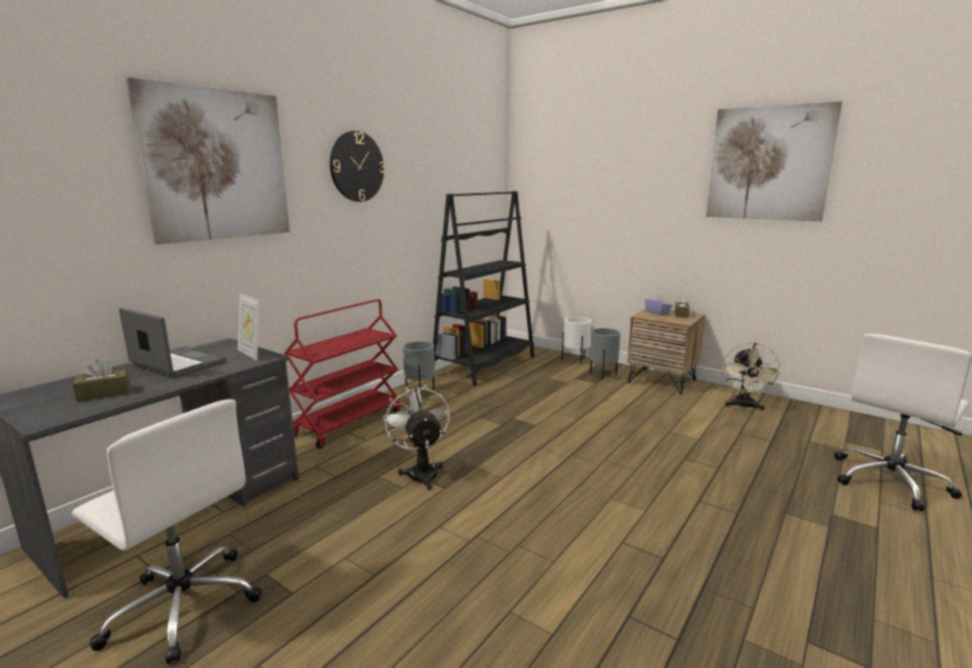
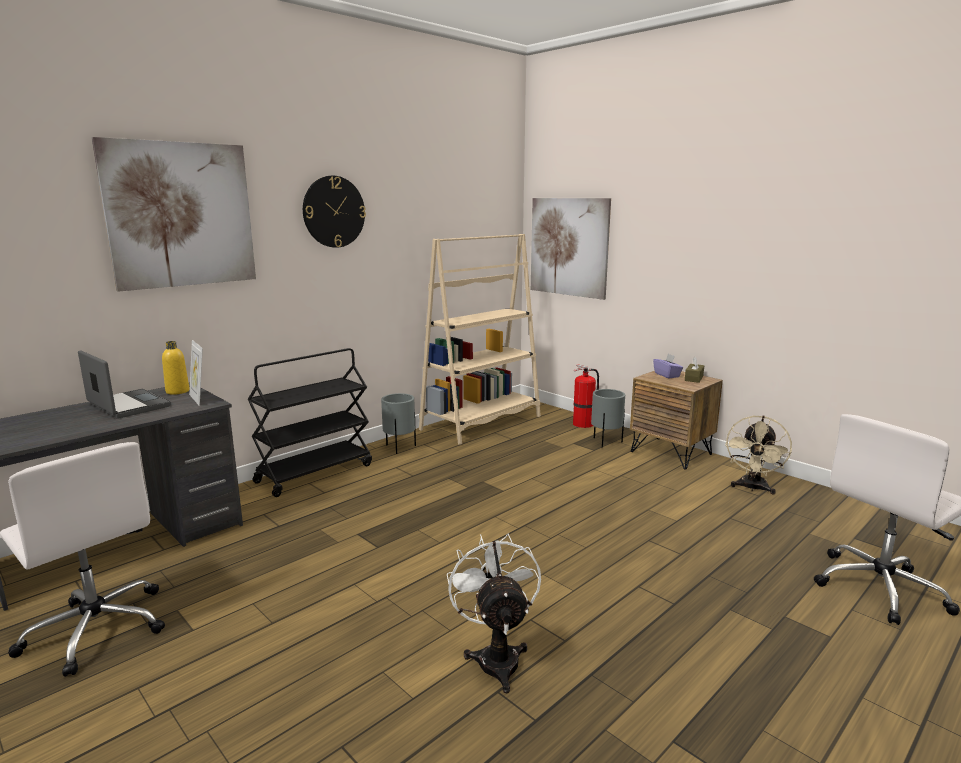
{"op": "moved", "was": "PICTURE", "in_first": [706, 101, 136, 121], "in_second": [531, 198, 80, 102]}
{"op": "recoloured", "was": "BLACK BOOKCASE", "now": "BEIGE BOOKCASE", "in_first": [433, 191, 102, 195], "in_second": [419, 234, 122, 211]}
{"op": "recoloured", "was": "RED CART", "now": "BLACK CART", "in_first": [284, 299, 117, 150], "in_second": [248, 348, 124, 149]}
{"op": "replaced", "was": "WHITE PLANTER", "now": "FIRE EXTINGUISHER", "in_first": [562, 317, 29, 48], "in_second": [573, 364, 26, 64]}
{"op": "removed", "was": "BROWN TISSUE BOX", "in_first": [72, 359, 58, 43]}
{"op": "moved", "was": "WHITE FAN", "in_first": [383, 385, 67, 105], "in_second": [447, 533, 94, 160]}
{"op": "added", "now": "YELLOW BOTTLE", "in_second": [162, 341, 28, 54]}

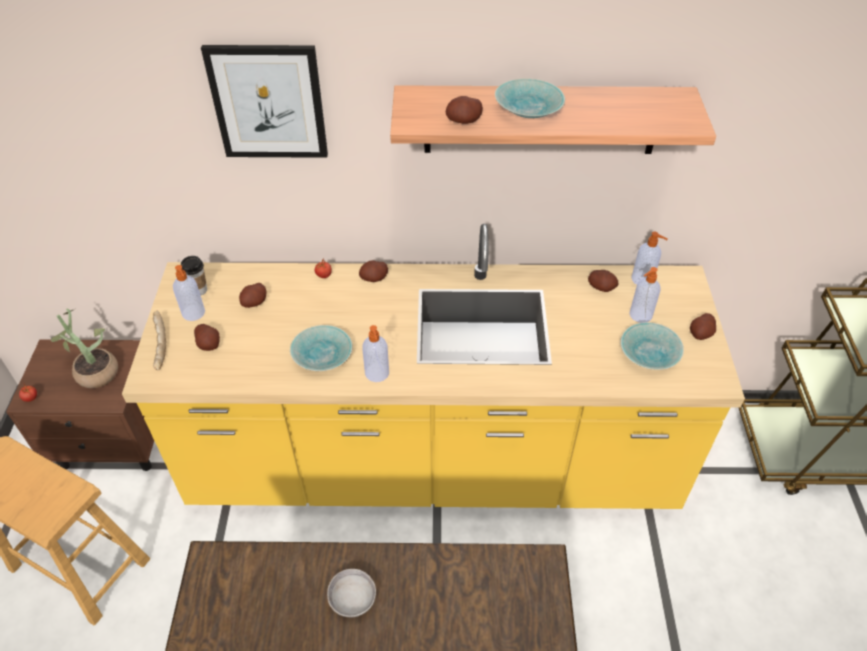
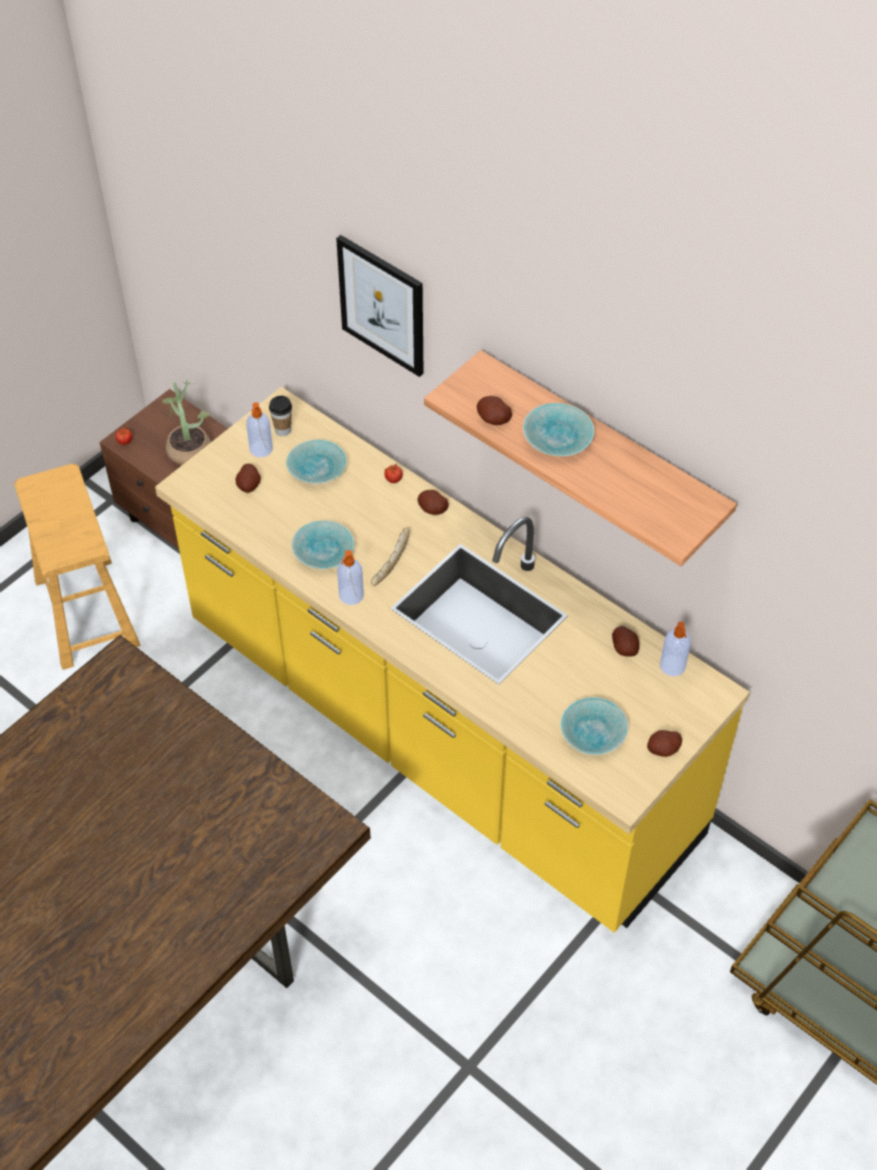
{"op": "removed", "was": "SOAP DISPENSER", "in_first": [629, 267, 31, 56]}
{"op": "replaced", "was": "POTATO", "now": "TURQUOISE BOWL", "in_first": [239, 283, 28, 25], "in_second": [286, 439, 61, 45]}
{"op": "moved", "was": "BREAD", "in_first": [153, 311, 13, 59], "in_second": [371, 528, 38, 58]}
{"op": "removed", "was": "GREY BOWL", "in_first": [327, 569, 49, 48]}

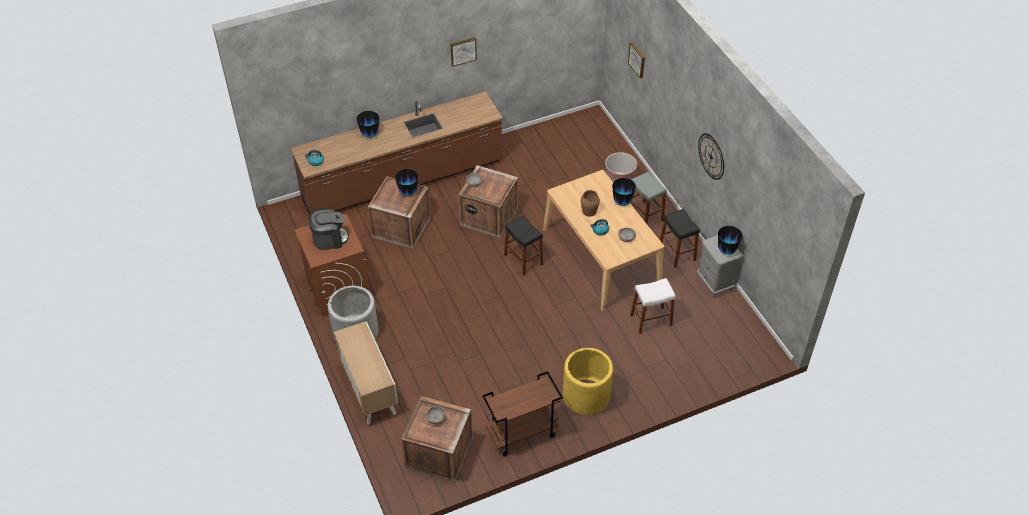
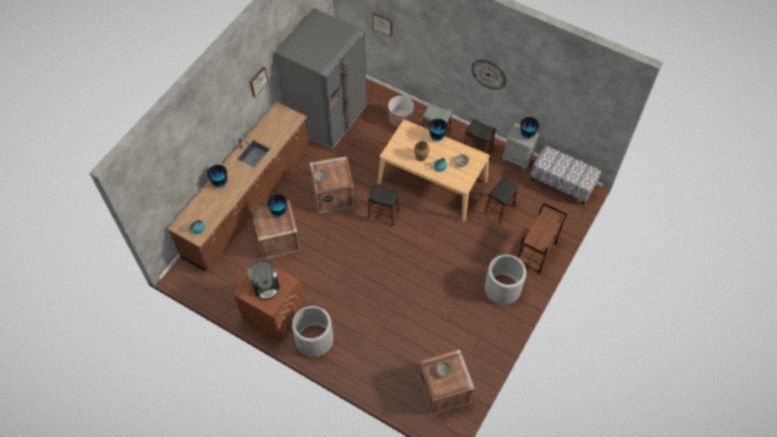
{"op": "turned", "was": "COFFEE MACHINE", "in_first": [308, 208, 41, 42], "in_second": [247, 260, 33, 40], "clockwise": 120}
{"op": "recoloured", "was": "WHITE STOOL", "now": "BLACK STOOL", "in_first": [630, 278, 46, 56], "in_second": [484, 177, 35, 47]}
{"op": "removed", "was": "CABINET", "in_first": [334, 321, 64, 103]}
{"op": "recoloured", "was": "YELLOW PLANTER", "now": "GREY PLANTER", "in_first": [563, 348, 50, 67], "in_second": [485, 254, 41, 51]}
{"op": "moved", "was": "BROWN CART", "in_first": [482, 371, 81, 85], "in_second": [518, 203, 49, 70]}
{"op": "added", "now": "GREY FRIDGE", "in_second": [274, 8, 93, 142]}
{"op": "added", "now": "BENCH", "in_second": [531, 146, 70, 59]}

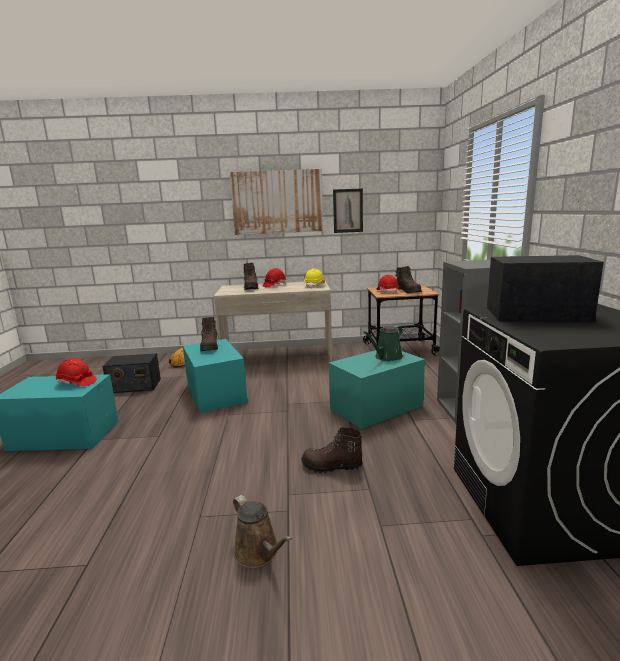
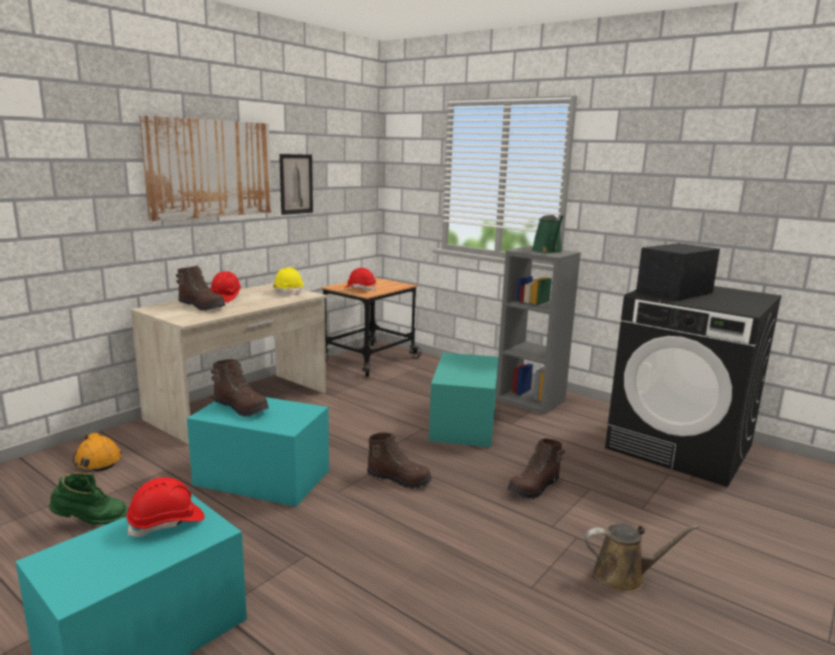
{"op": "moved", "was": "BROWN BOOT", "in_first": [396, 266, 26, 28], "in_second": [367, 433, 65, 56]}
{"op": "moved", "was": "GREEN WATERING CAN", "in_first": [363, 326, 40, 35], "in_second": [532, 215, 32, 38]}
{"op": "replaced", "was": "RADIO", "now": "GREEN BOOT", "in_first": [102, 353, 59, 40], "in_second": [49, 472, 79, 53]}

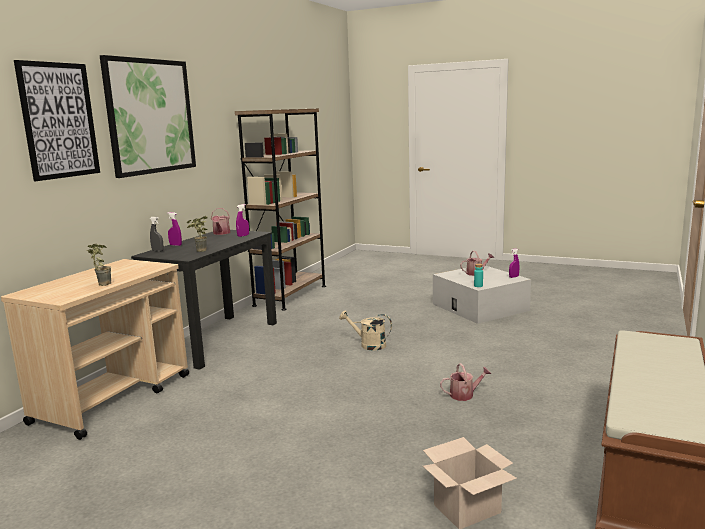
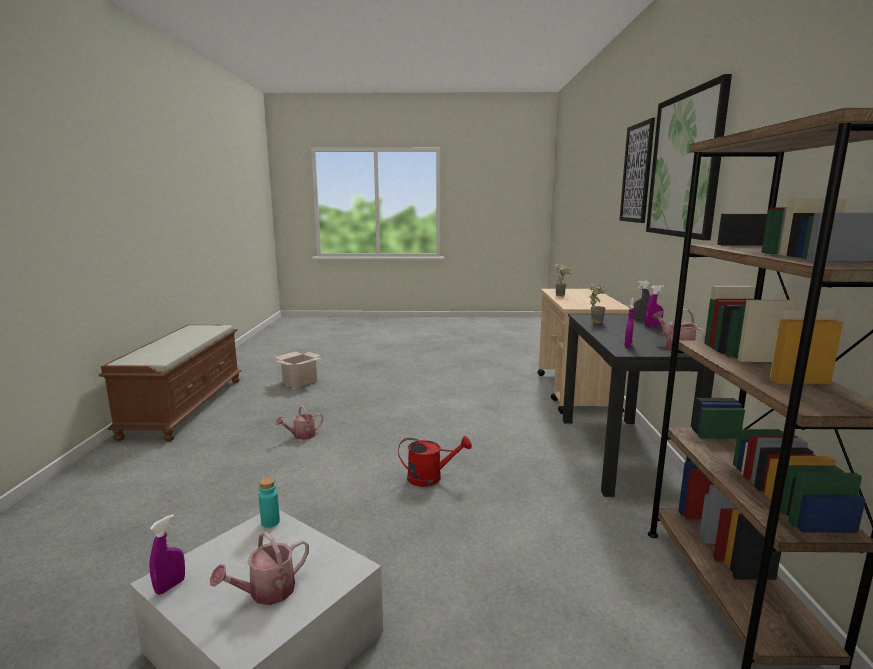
{"op": "recoloured", "was": "BEIGE WATERING CAN", "now": "RED WATERING CAN", "in_first": [339, 310, 53, 40], "in_second": [398, 436, 74, 51]}

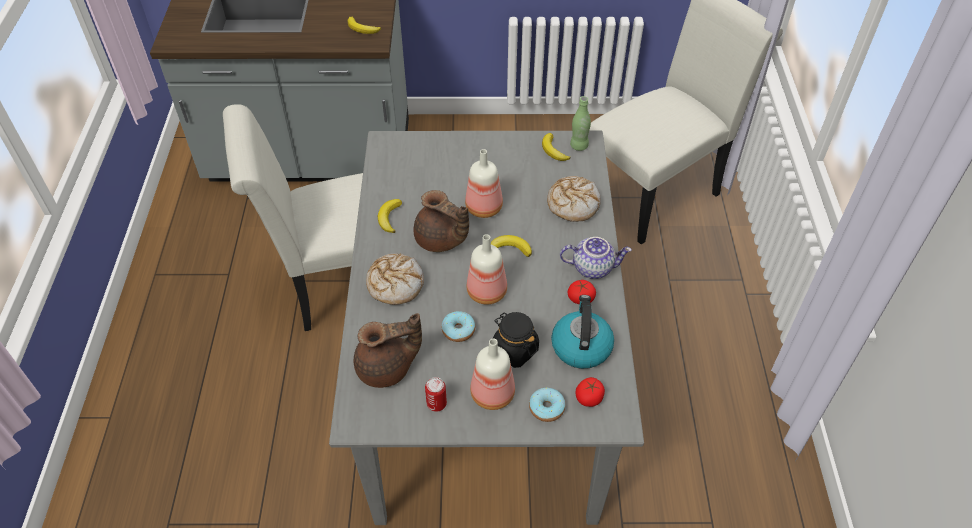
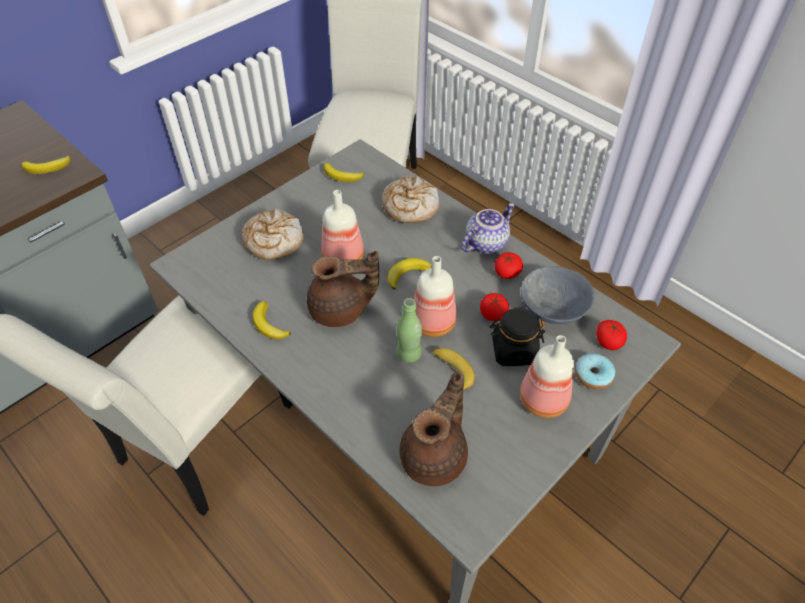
{"op": "moved", "was": "GREEN BOTTLE", "in_first": [570, 96, 21, 55], "in_second": [397, 298, 25, 64]}
{"op": "moved", "was": "BREAD", "in_first": [366, 253, 58, 52], "in_second": [242, 208, 62, 52]}
{"op": "replaced", "was": "KETTLE", "now": "GREY BOWL", "in_first": [551, 295, 63, 74], "in_second": [521, 266, 74, 58]}
{"op": "replaced", "was": "DONUT", "now": "BANANA", "in_first": [442, 311, 33, 31], "in_second": [433, 348, 42, 43]}
{"op": "removed", "was": "CAN", "in_first": [425, 377, 22, 35]}
{"op": "added", "now": "TOMATO", "in_second": [480, 293, 29, 28]}

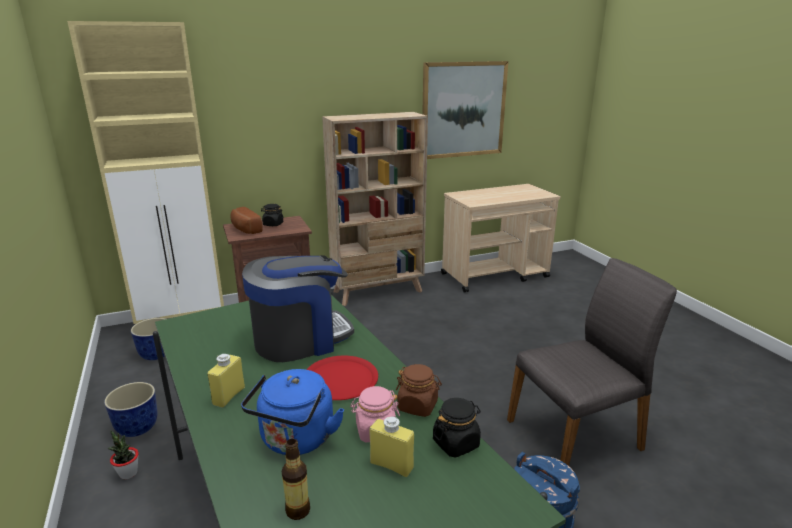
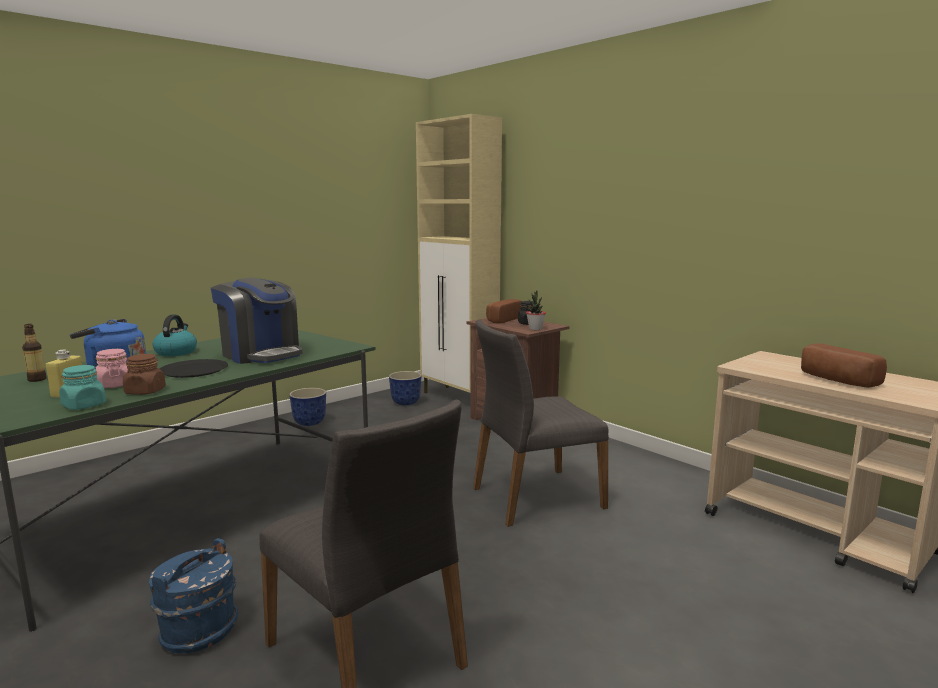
{"op": "removed", "was": "PICTURE", "in_first": [422, 61, 87, 98]}
{"op": "removed", "was": "BEIGE BOOKCASE", "in_first": [322, 112, 106, 194]}
{"op": "replaced", "was": "YELLOW BOTTLE", "now": "KETTLE", "in_first": [207, 354, 38, 54], "in_second": [152, 315, 45, 41]}
{"op": "recoloured", "was": "RED PLATE", "now": "BLACK PLATE", "in_first": [307, 356, 71, 44], "in_second": [160, 359, 68, 19]}
{"op": "recoloured", "was": "BLACK JAR", "now": "TURQUOISE JAR", "in_first": [433, 398, 48, 60], "in_second": [59, 365, 47, 45]}
{"op": "moved", "was": "POTTED PLANT", "in_first": [107, 430, 32, 50], "in_second": [526, 290, 20, 40]}
{"op": "added", "now": "GREY CHAIR", "in_second": [473, 320, 136, 207]}
{"op": "added", "now": "BREAD", "in_second": [801, 343, 86, 45]}

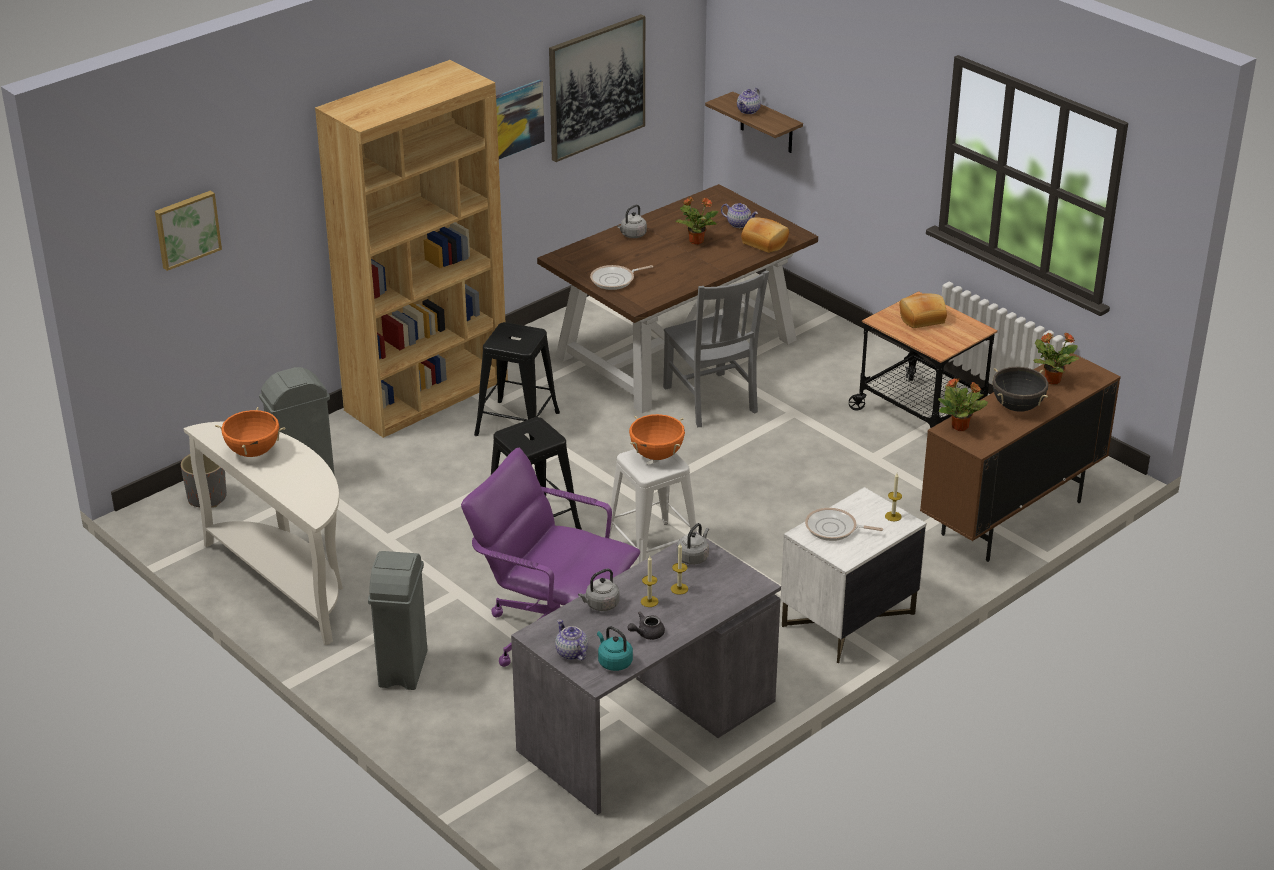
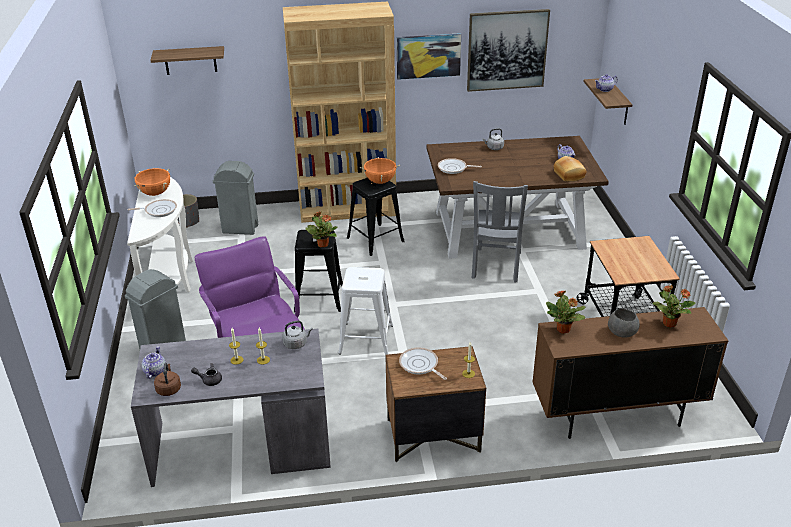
{"op": "replaced", "was": "PICTURE", "now": "SHELF", "in_first": [155, 191, 67, 80], "in_second": [150, 46, 74, 29]}
{"op": "moved", "was": "POTTED PLANT", "in_first": [675, 197, 43, 48], "in_second": [305, 211, 33, 36]}
{"op": "removed", "was": "BREAD", "in_first": [899, 294, 48, 34]}
{"op": "replaced", "was": "BLACK COOKING POT", "now": "GREY BOWL", "in_first": [992, 367, 56, 45], "in_second": [608, 308, 32, 30]}
{"op": "moved", "was": "ORANGE COOKING POT", "in_first": [629, 414, 56, 46], "in_second": [360, 157, 40, 27]}
{"op": "recoloured", "was": "WHITE NIGHTSTAND", "now": "BROWN NIGHTSTAND", "in_first": [781, 487, 145, 177], "in_second": [385, 346, 101, 116]}
{"op": "removed", "was": "GREY KETTLE", "in_first": [578, 569, 42, 42]}
{"op": "recoloured", "was": "TURQUOISE KETTLE", "now": "BROWN KETTLE", "in_first": [597, 626, 36, 45], "in_second": [154, 363, 27, 33]}
{"op": "added", "now": "FRYING PAN", "in_second": [128, 199, 49, 18]}

